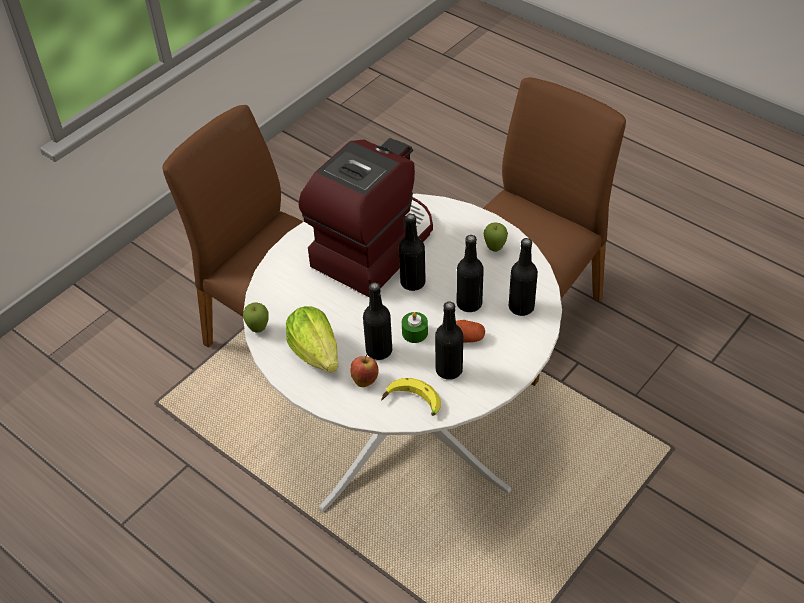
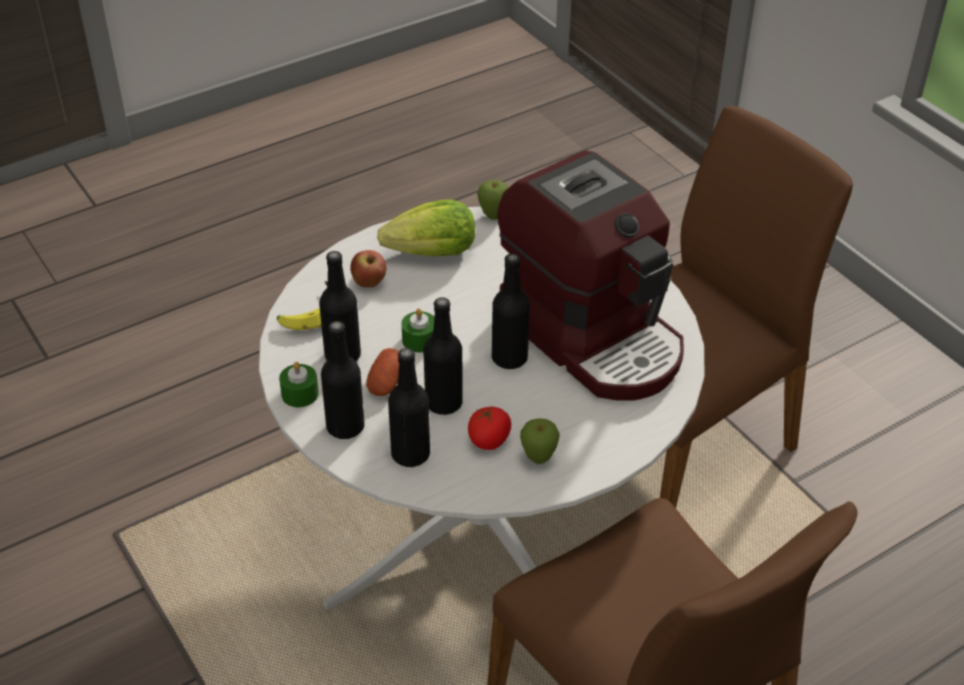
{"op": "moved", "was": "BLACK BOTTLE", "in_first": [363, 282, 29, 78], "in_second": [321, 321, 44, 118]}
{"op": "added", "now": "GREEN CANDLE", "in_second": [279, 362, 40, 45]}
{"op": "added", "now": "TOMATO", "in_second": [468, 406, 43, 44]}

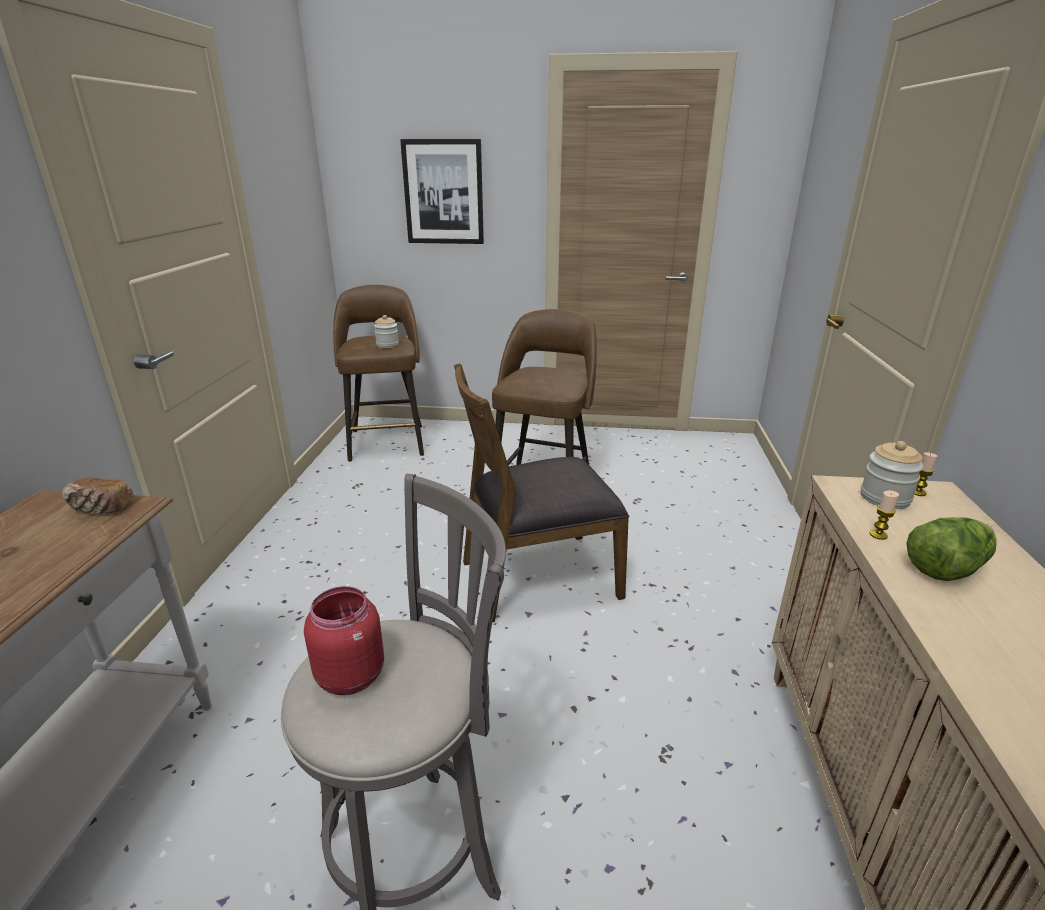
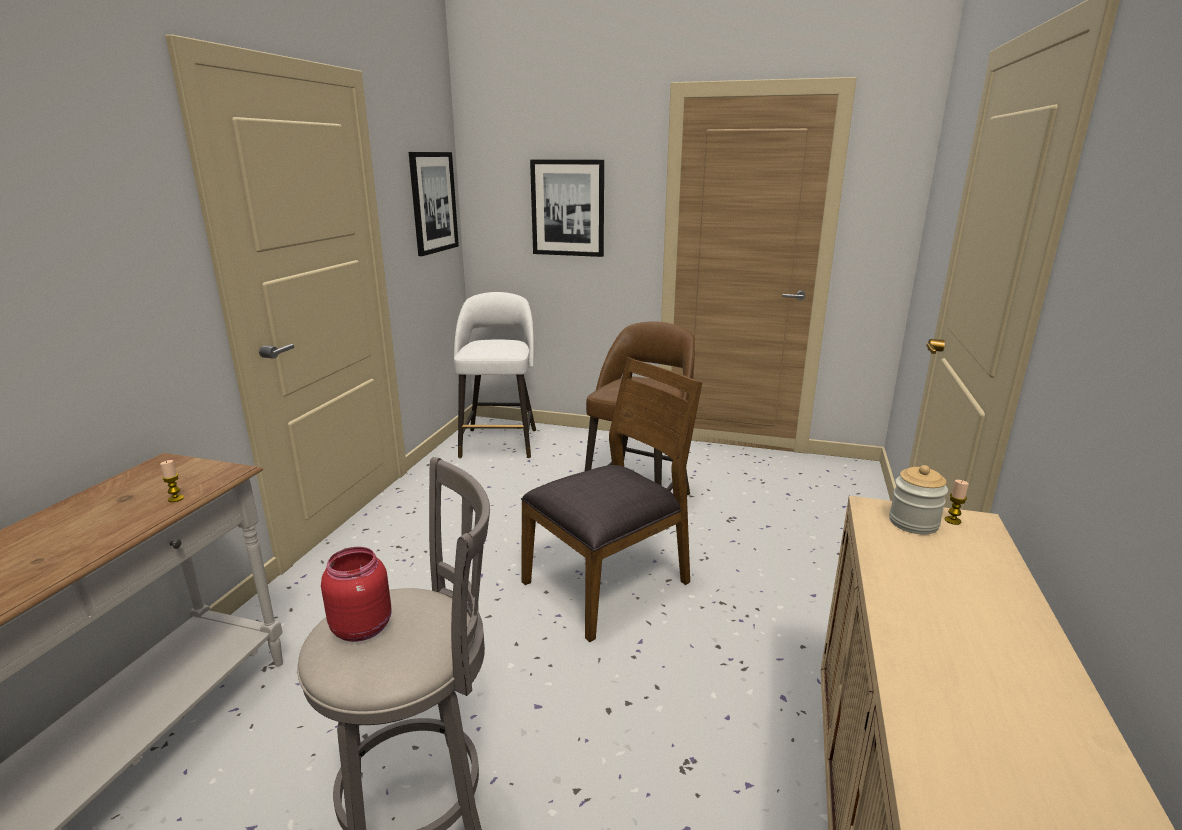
{"op": "recoloured", "was": "BROWN STOOL", "now": "WHITE STOOL", "in_first": [333, 285, 91, 177], "in_second": [454, 292, 82, 166]}
{"op": "removed", "was": "JAR", "in_first": [374, 315, 25, 33]}
{"op": "turned", "was": "BROWN CHAIR", "in_first": [454, 363, 175, 259], "in_second": [521, 357, 181, 285], "clockwise": 150}
{"op": "removed", "was": "BREAD", "in_first": [62, 477, 71, 37]}
{"op": "moved", "was": "CANDLE", "in_first": [869, 491, 30, 49], "in_second": [160, 460, 24, 42]}
{"op": "removed", "was": "LETTUCE", "in_first": [906, 517, 91, 64]}
{"op": "added", "now": "PICTURE", "in_second": [409, 152, 50, 104]}

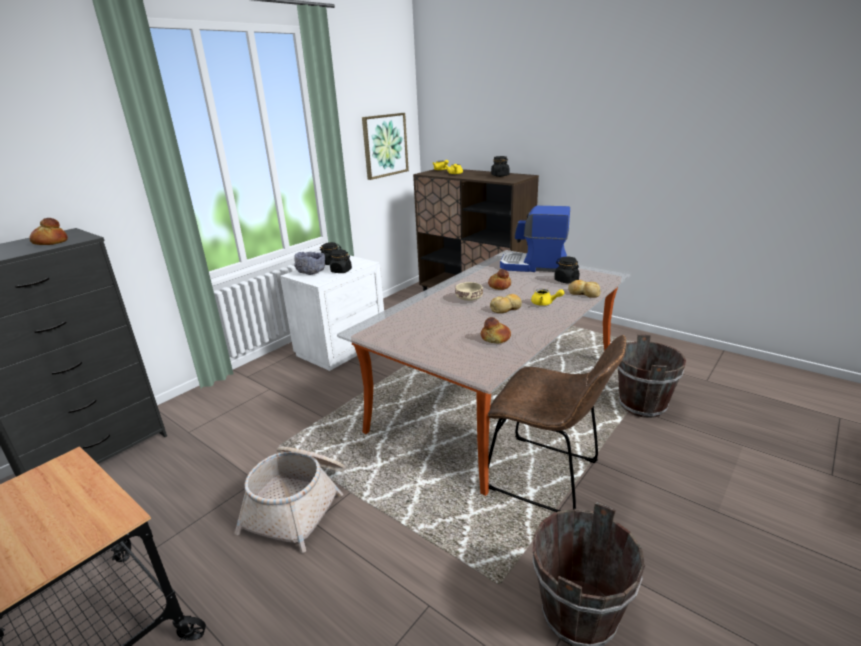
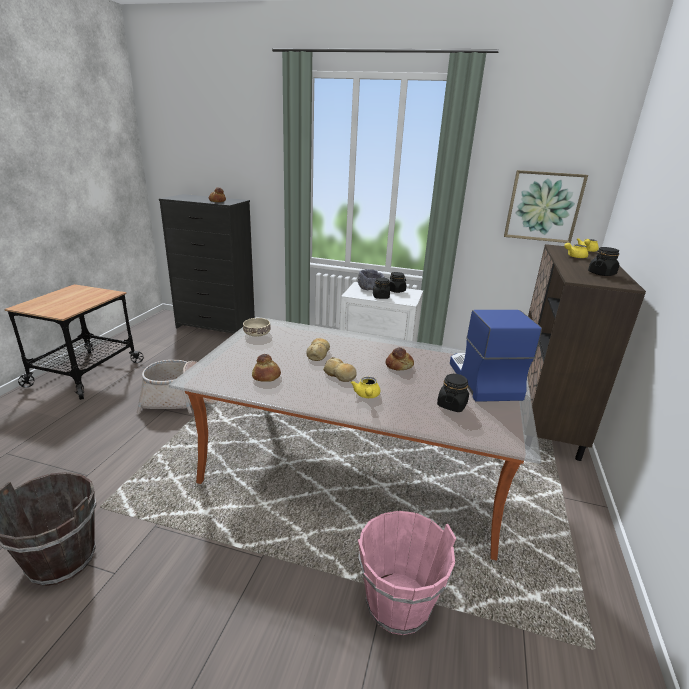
{"op": "moved", "was": "BREAD", "in_first": [568, 280, 33, 18], "in_second": [306, 338, 24, 23]}
{"op": "moved", "was": "BEIGE BOWL", "in_first": [455, 282, 28, 19], "in_second": [243, 318, 28, 19]}
{"op": "recoloured", "was": "BROWN BUCKET", "now": "PINK BUCKET", "in_first": [617, 334, 69, 84], "in_second": [358, 511, 98, 124]}
{"op": "removed", "was": "BROWN CHAIR", "in_first": [488, 335, 138, 177]}

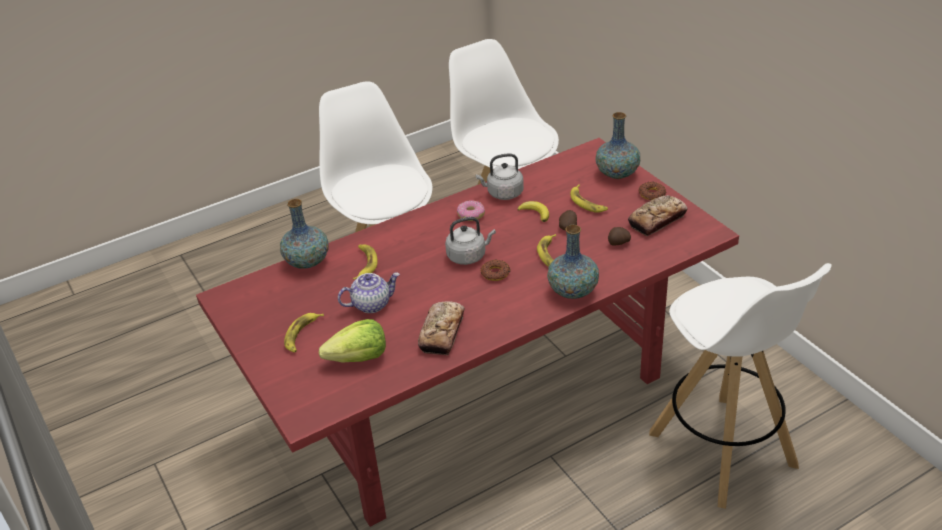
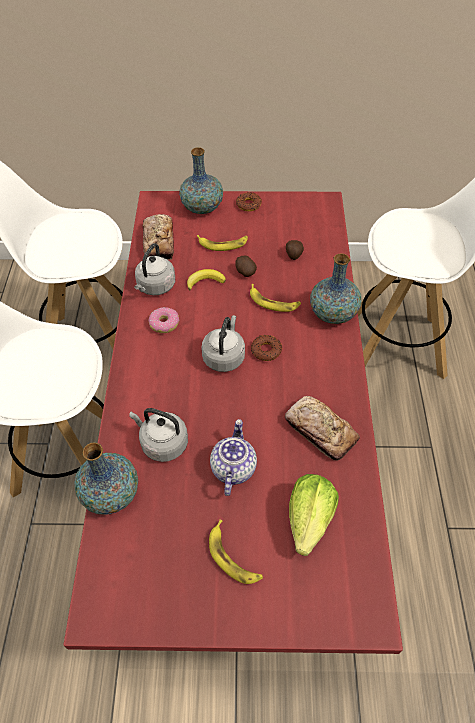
{"op": "moved", "was": "BREAD", "in_first": [628, 195, 60, 41], "in_second": [142, 214, 32, 46]}
{"op": "replaced", "was": "BANANA", "now": "GREY KETTLE", "in_first": [353, 244, 25, 36], "in_second": [129, 408, 59, 54]}

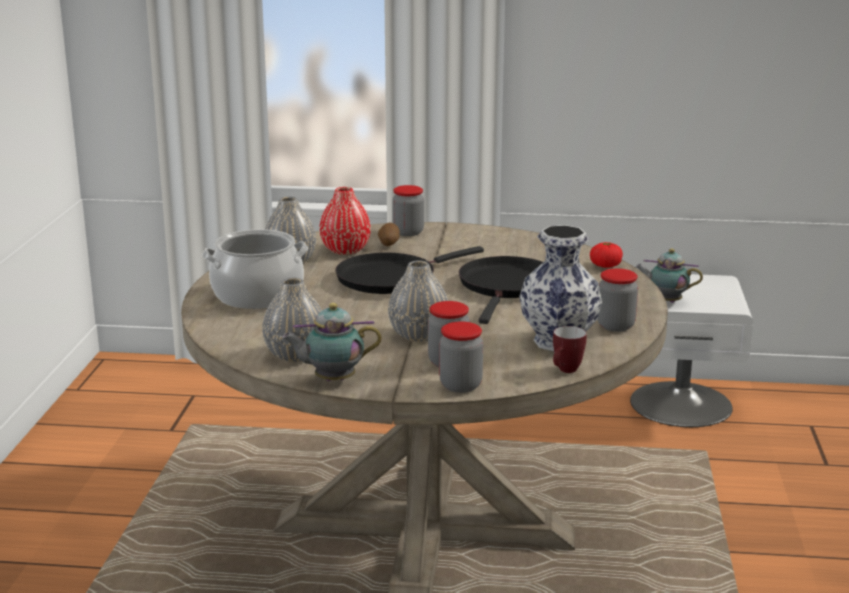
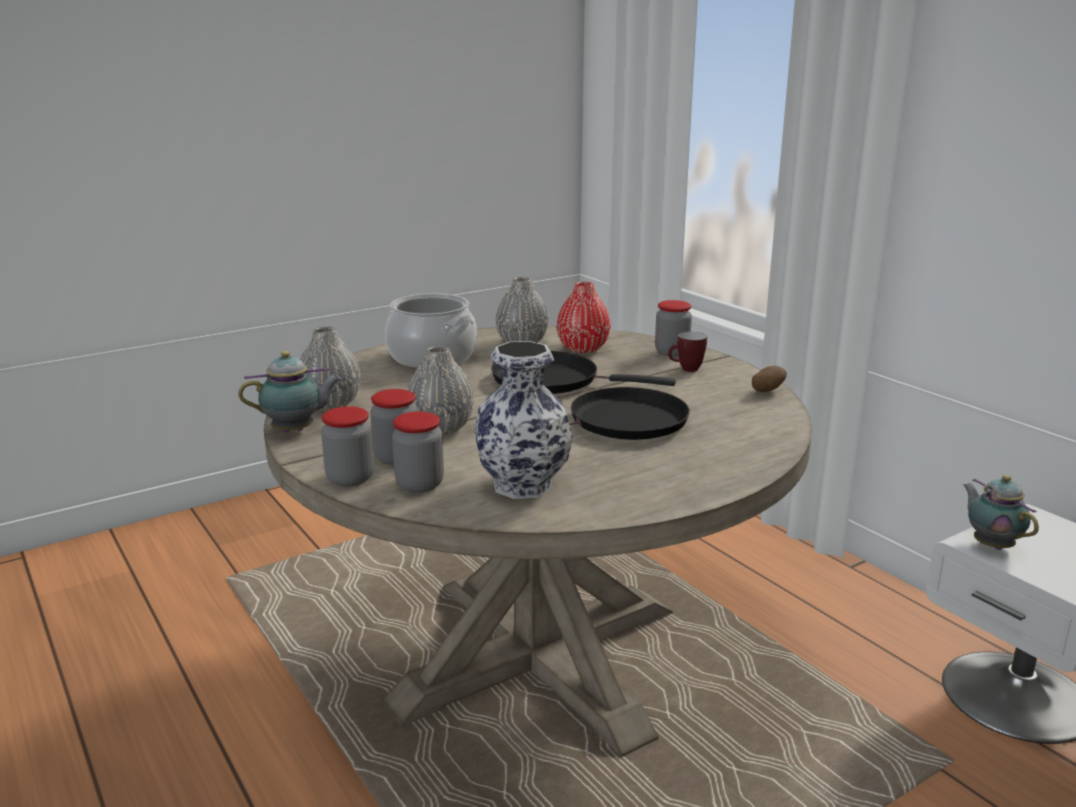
{"op": "moved", "was": "POTATO", "in_first": [378, 223, 22, 23], "in_second": [752, 366, 35, 26]}
{"op": "removed", "was": "TOMATO", "in_first": [590, 242, 33, 26]}
{"op": "moved", "was": "JAR", "in_first": [597, 268, 41, 64], "in_second": [392, 411, 52, 82]}
{"op": "turned", "was": "TEAPOT", "in_first": [282, 303, 100, 78], "in_second": [239, 351, 103, 81], "clockwise": 120}
{"op": "moved", "was": "MUG", "in_first": [553, 326, 34, 47], "in_second": [668, 332, 39, 40]}

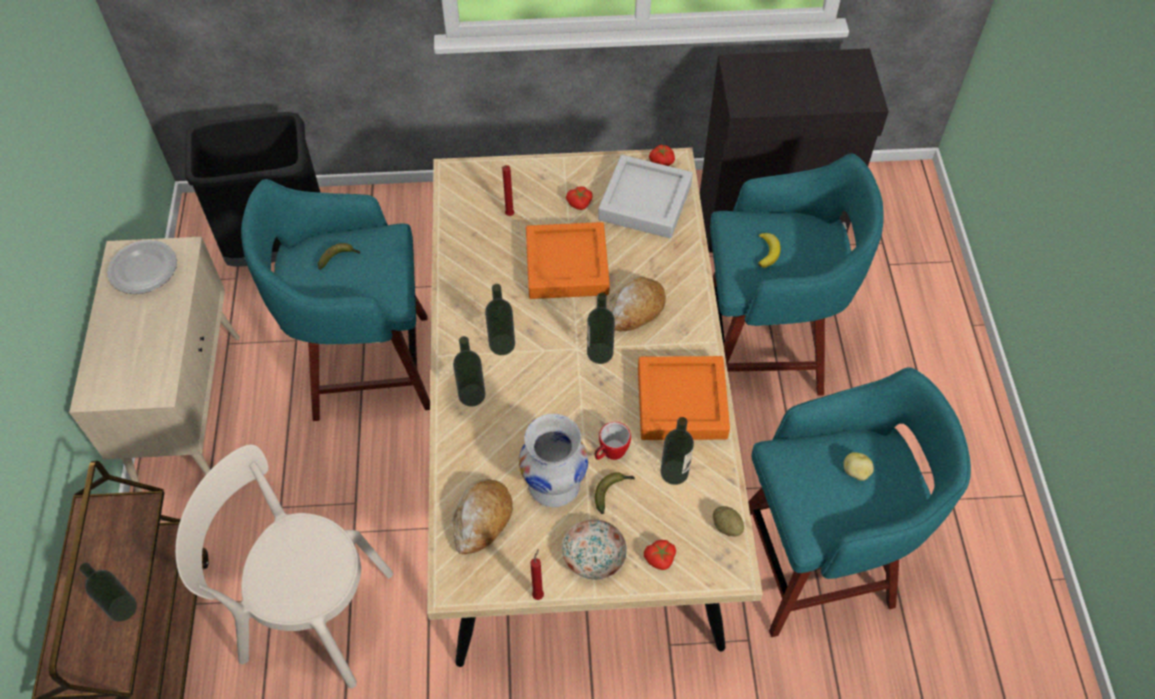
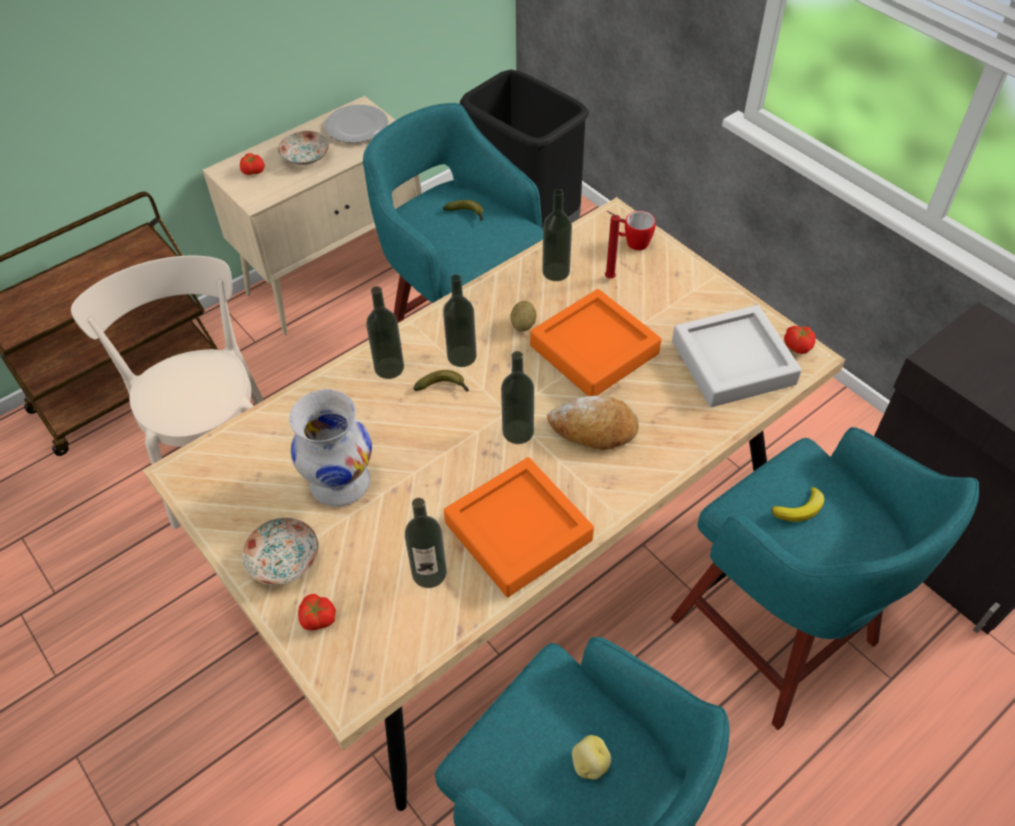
{"op": "moved", "was": "TOMATO", "in_first": [566, 186, 27, 24], "in_second": [240, 153, 25, 22]}
{"op": "moved", "was": "MUG", "in_first": [595, 422, 36, 38], "in_second": [619, 211, 37, 39]}
{"op": "moved", "was": "BANANA", "in_first": [595, 472, 40, 42], "in_second": [414, 370, 55, 22]}
{"op": "removed", "was": "BREAD", "in_first": [452, 479, 61, 75]}
{"op": "moved", "was": "POTATO", "in_first": [713, 506, 31, 31], "in_second": [510, 301, 27, 30]}
{"op": "removed", "was": "RED CANDLE", "in_first": [530, 549, 14, 51]}
{"op": "moved", "was": "BOTTLE", "in_first": [80, 563, 57, 59], "in_second": [542, 189, 30, 92]}
{"op": "added", "now": "PLATE", "in_second": [278, 131, 51, 34]}

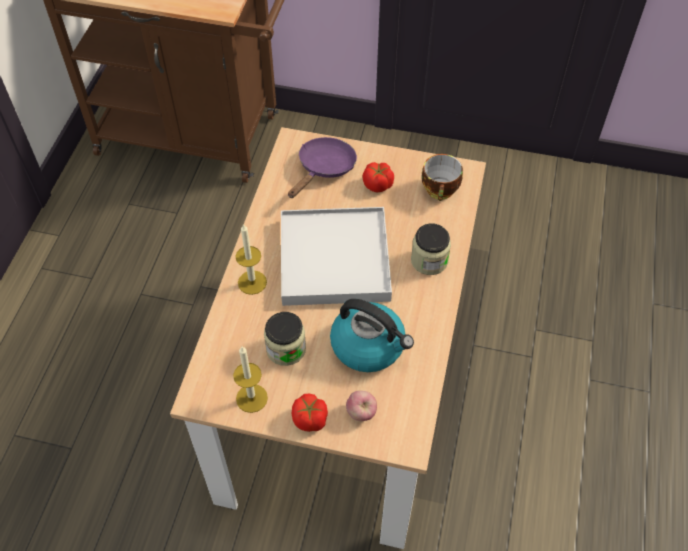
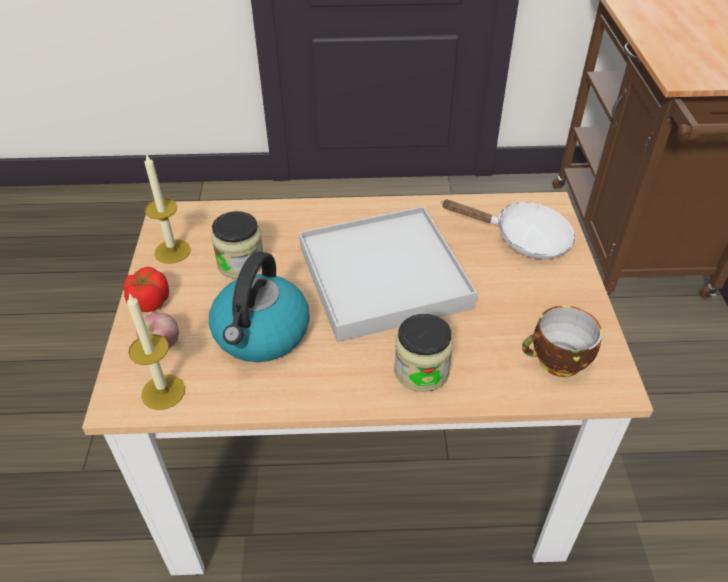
{"op": "recoloured", "was": "PURPLE FRYING PAN", "now": "WHITE FRYING PAN", "in_first": [288, 137, 69, 61], "in_second": [441, 200, 134, 59]}
{"op": "removed", "was": "TOMATO", "in_first": [363, 162, 31, 30]}
{"op": "moved", "was": "CANDLE", "in_first": [235, 224, 32, 71], "in_second": [127, 293, 58, 117]}

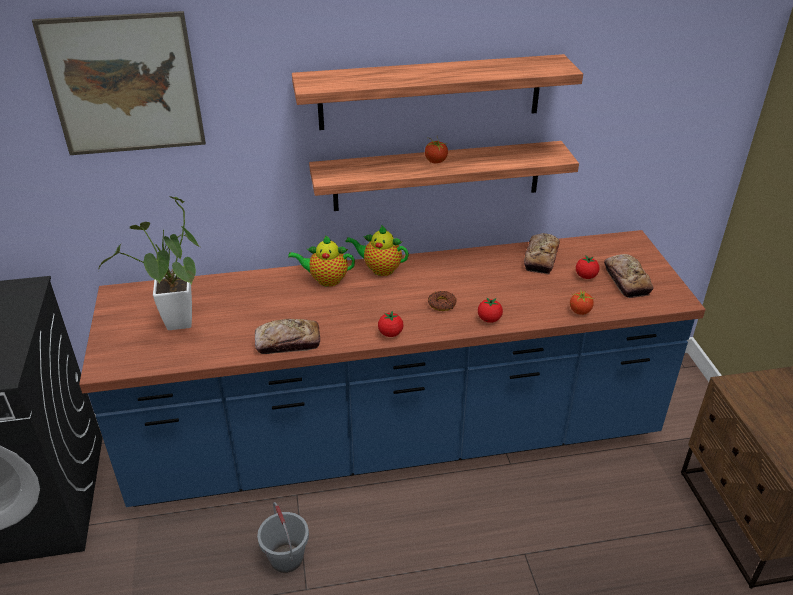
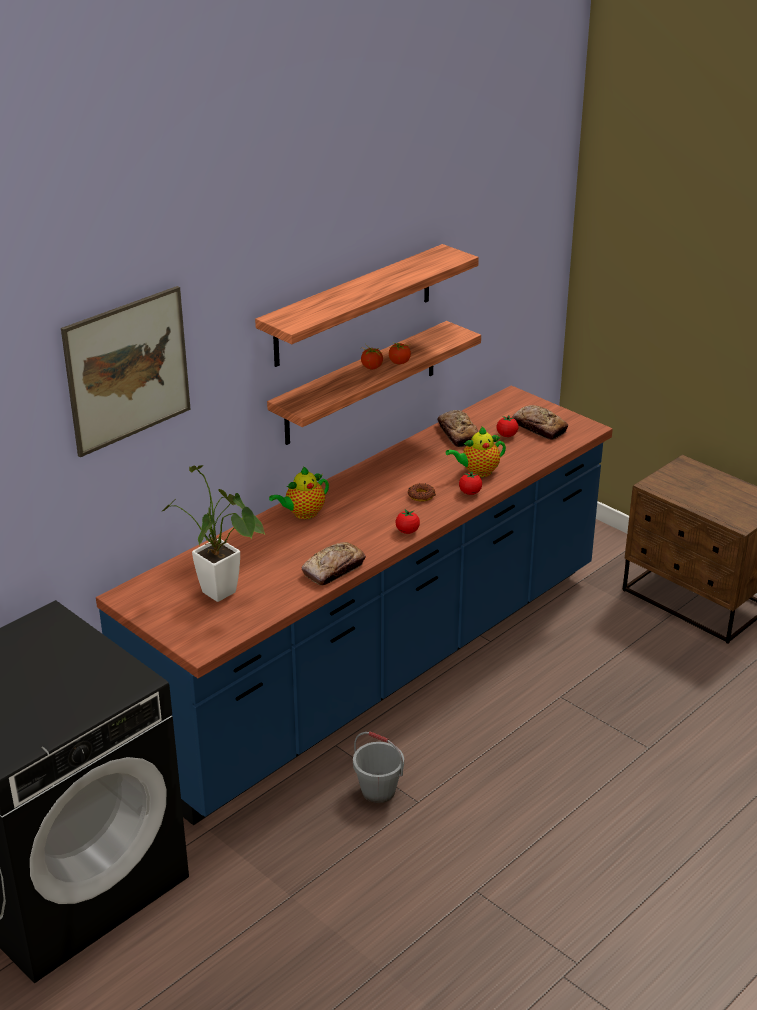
{"op": "moved", "was": "TEAPOT", "in_first": [345, 225, 64, 51], "in_second": [446, 426, 60, 51]}
{"op": "moved", "was": "TOMATO", "in_first": [570, 289, 24, 26], "in_second": [389, 342, 22, 22]}

